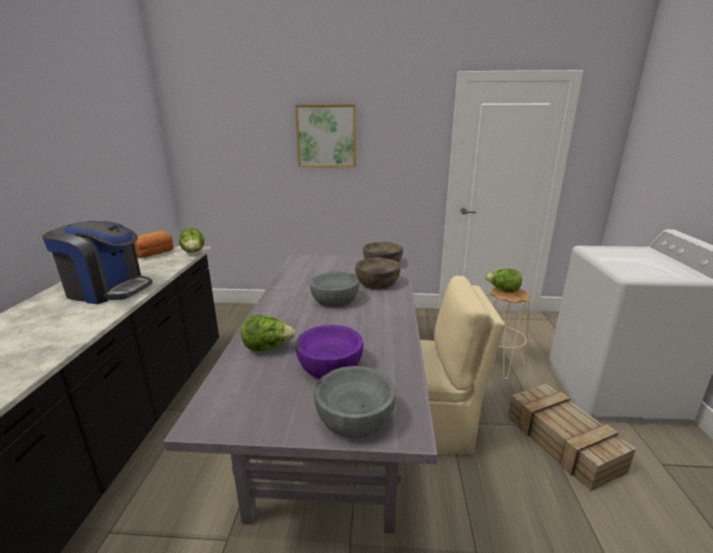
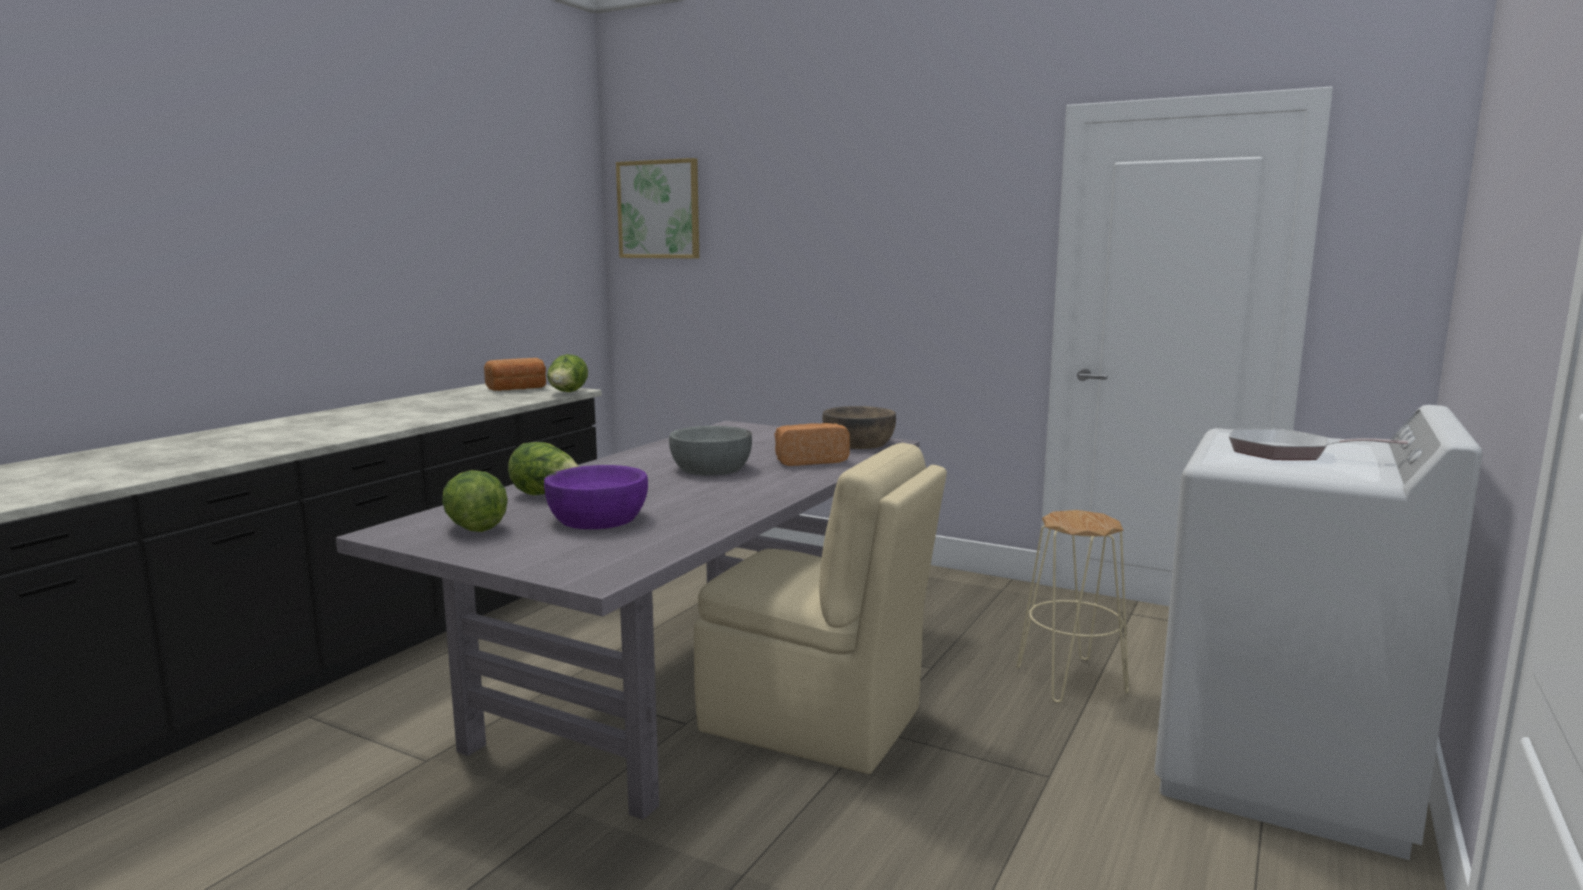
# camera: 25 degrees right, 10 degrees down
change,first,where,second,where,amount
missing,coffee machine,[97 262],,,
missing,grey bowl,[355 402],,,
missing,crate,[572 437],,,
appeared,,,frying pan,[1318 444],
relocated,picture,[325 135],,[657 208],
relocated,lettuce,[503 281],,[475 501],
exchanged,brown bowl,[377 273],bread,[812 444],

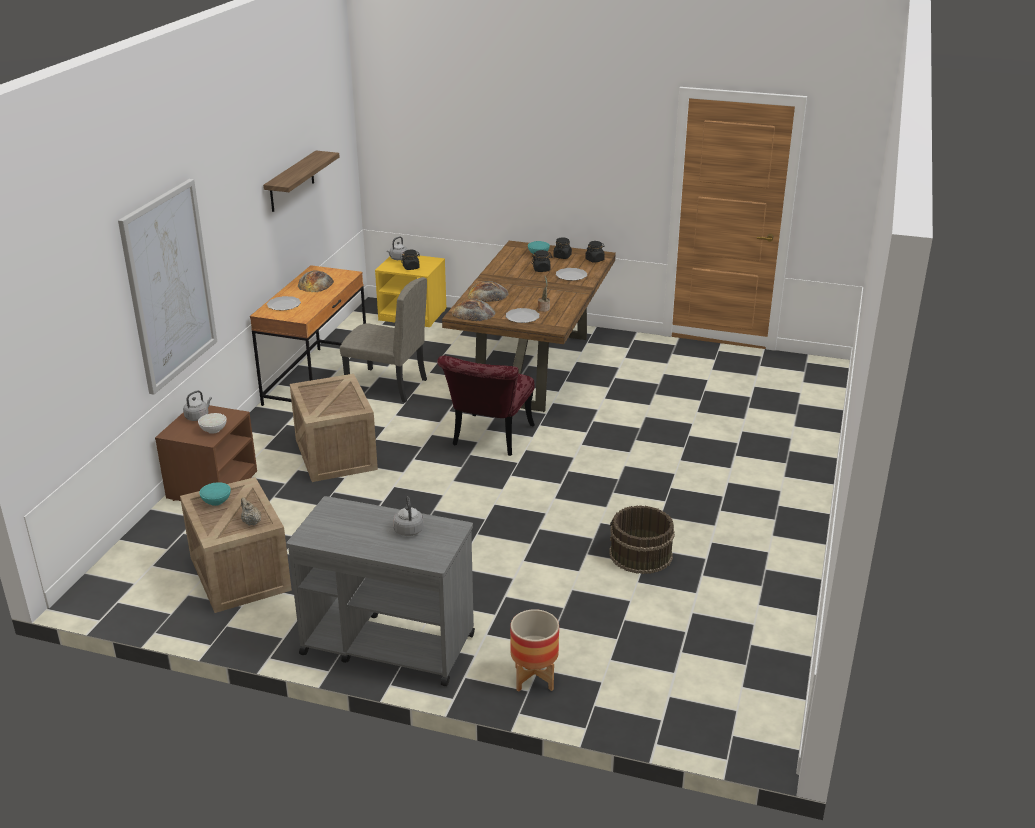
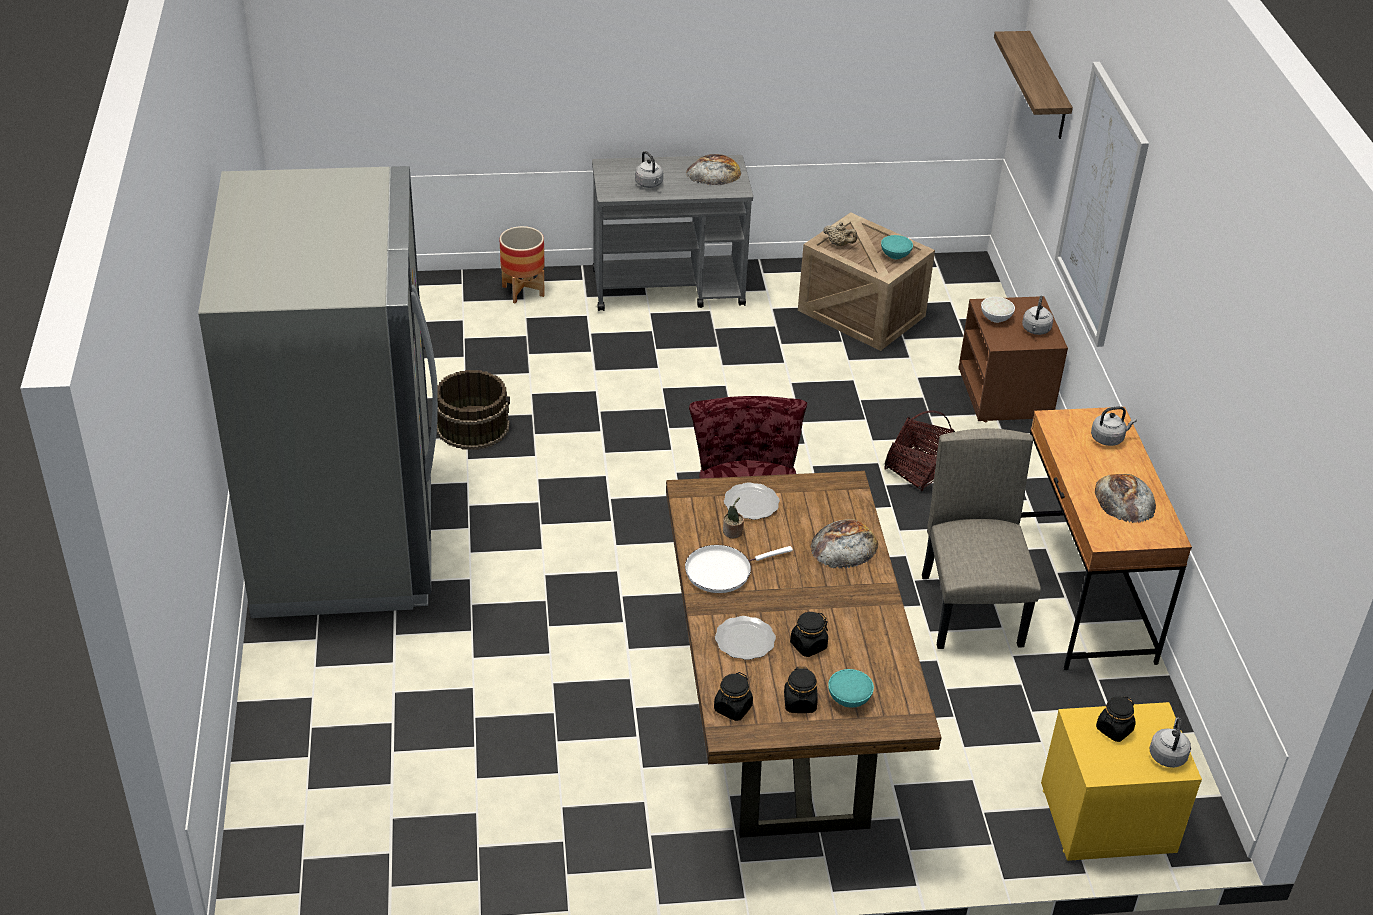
# camera: 155 degrees right, 10 degrees up
change,first,where,second,where,amount
appeared,,,grey fridge,[318 392],
appeared,,,white frying pan,[739 569],
relocated,shelf,[301 181],,[1033 85],
relocated,bread,[474 310],,[713 169],
exchanged,plate,[284 303],grey kettle,[1114 426],
exchanged,crate,[334 428],basket,[919 450],
spun,beige chair,[383 340],,[981 538],90 degrees clockwise

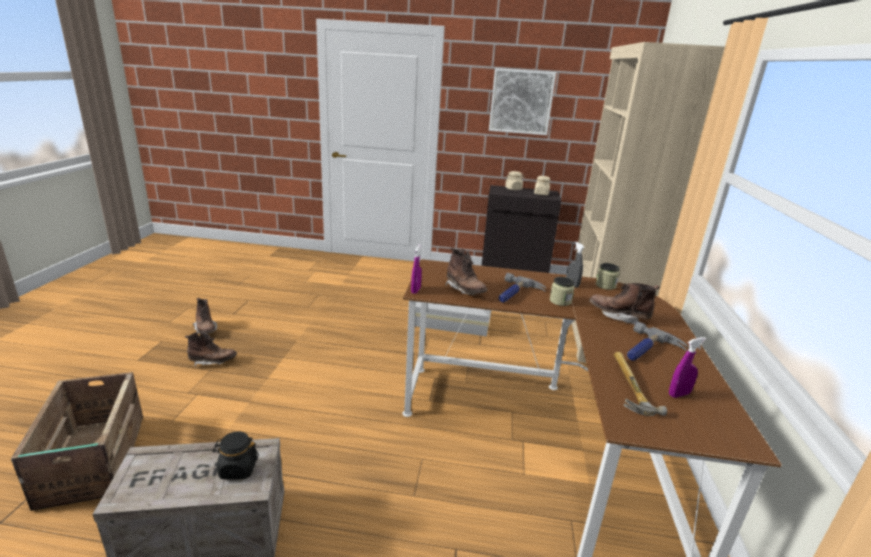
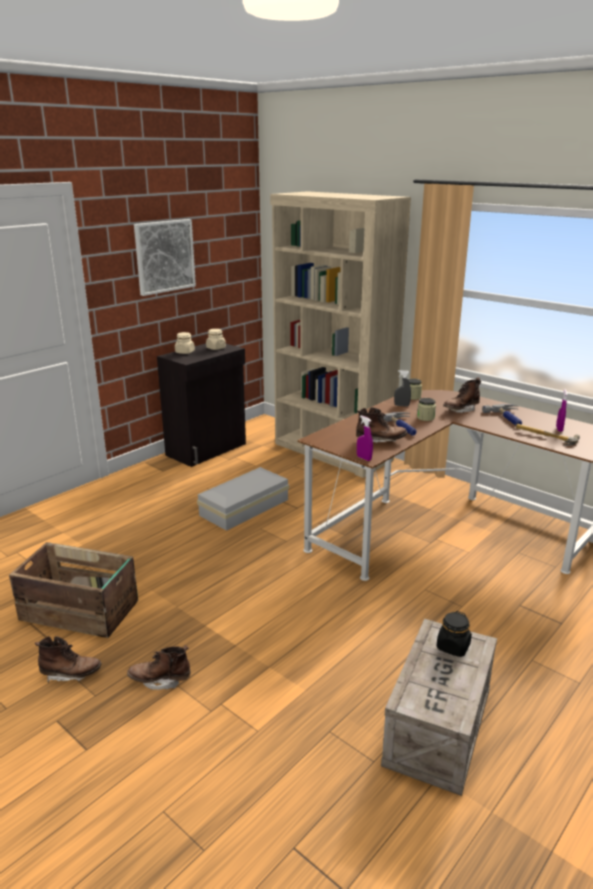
# camera: 55 degrees left, 0 degrees up
change,first,where,second,where,amount
relocated,crate,[77 441],,[73 590],
spun,brown boot,[211 349],,[159 667],120 degrees counterclockwise

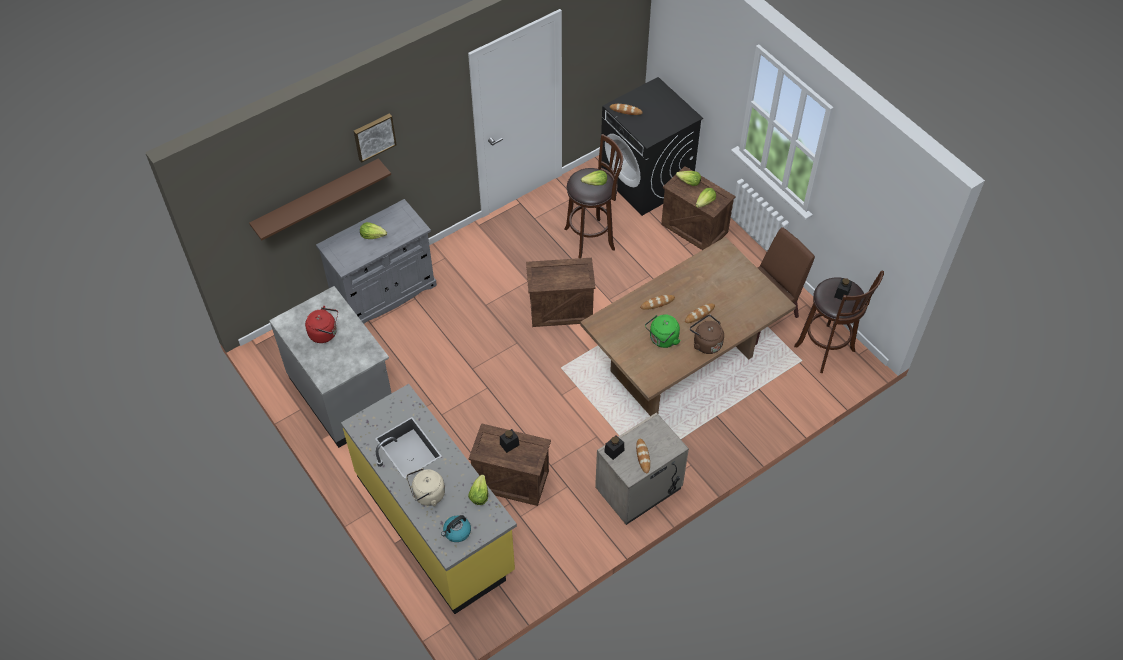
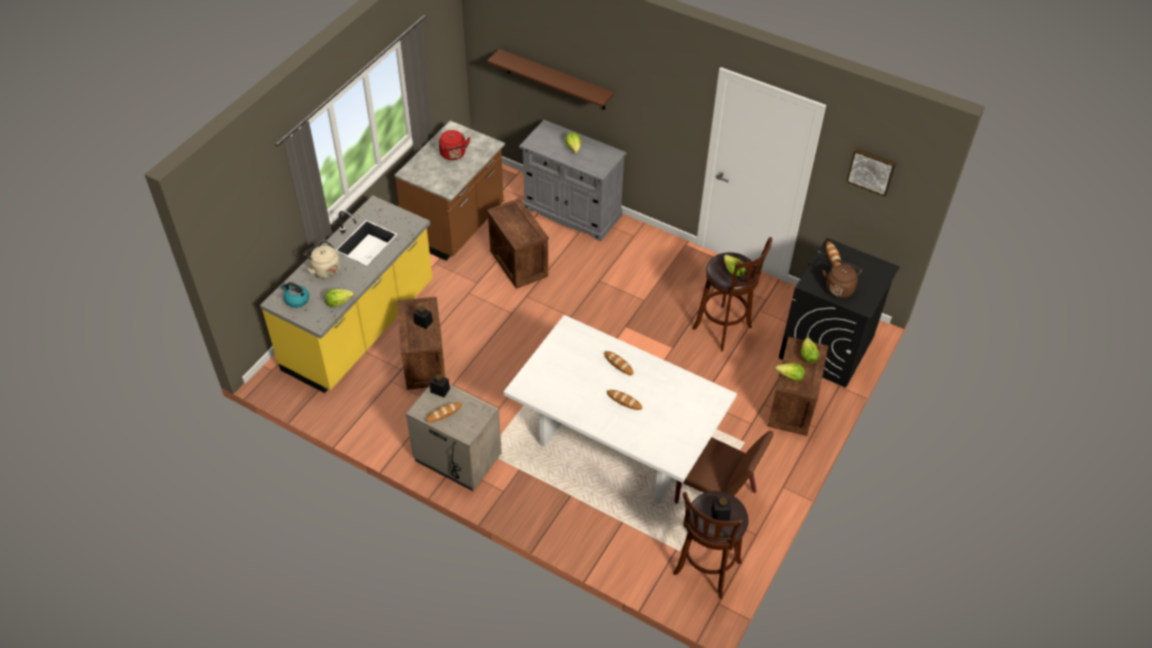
# camera: 65 degrees right, 5 degrees down
change,first,where,second,where,amount
missing,green kettle,[663 331],,,
relocated,picture,[375 138],,[871 172],
relocated,crate,[561 292],,[518 243],
relocated,brown kettle,[707 334],,[842 278],
colour,grey counter,[330 367],brown counter,[449 191],
colour,brown dining table,[688 326],white dining table,[620 410],

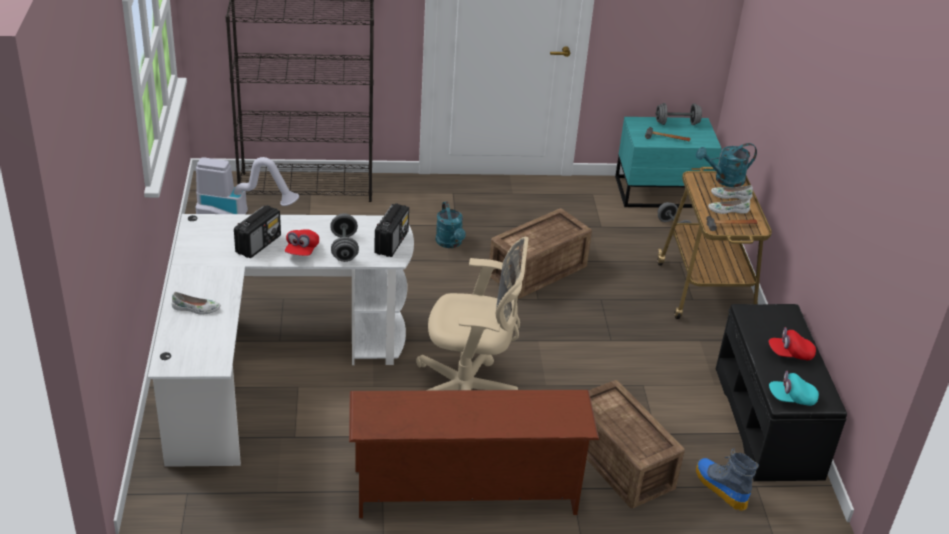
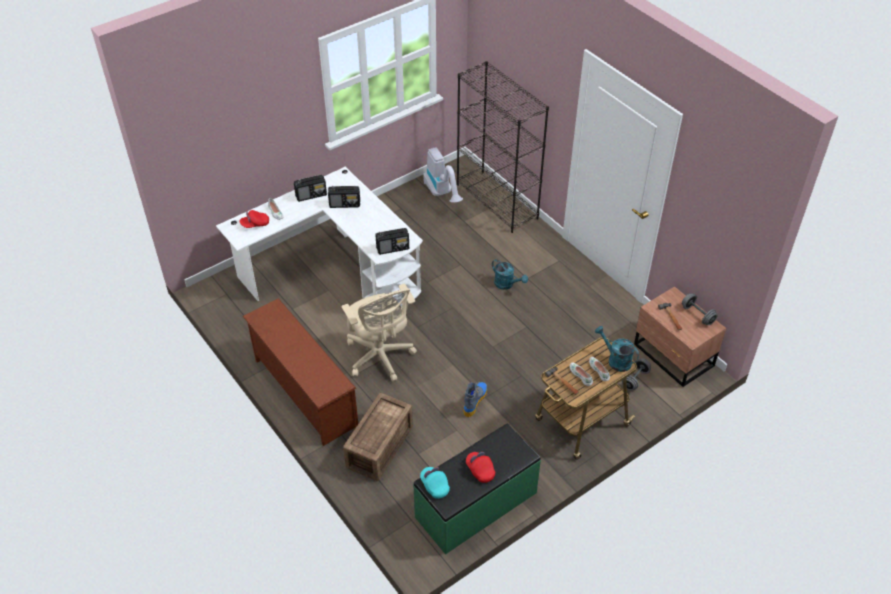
# camera: 60 degrees right, 10 degrees up
change,first,where,second,where,amount
missing,grey dumbbell,[344 237],,,
missing,crate,[540 253],,,
appeared,,,radio,[310 188],
relocated,red cap,[302 242],,[254 219],
relocated,boot,[727 479],,[475 399],
colour,turquoise nightstand,[668 162],brown nightstand,[680 336],
colour,black bench,[781 392],green bench,[477 488],
spun,turquoise watering can,[451 225],,[510 274],90 degrees counterclockwise

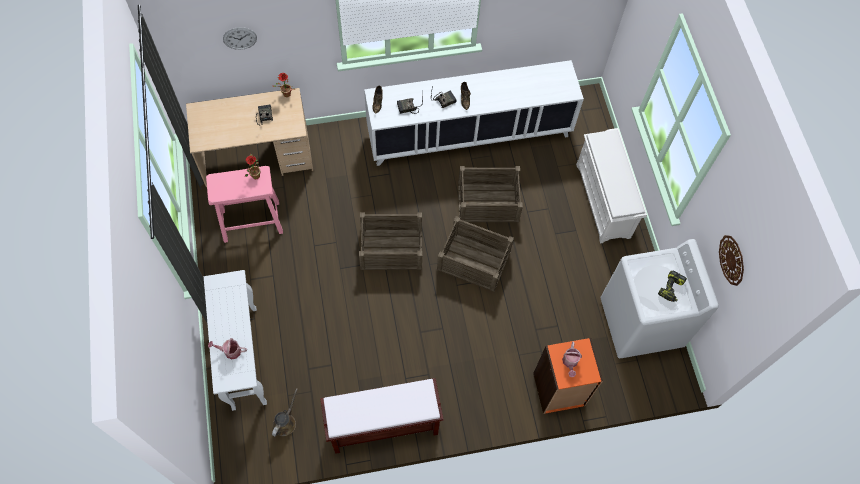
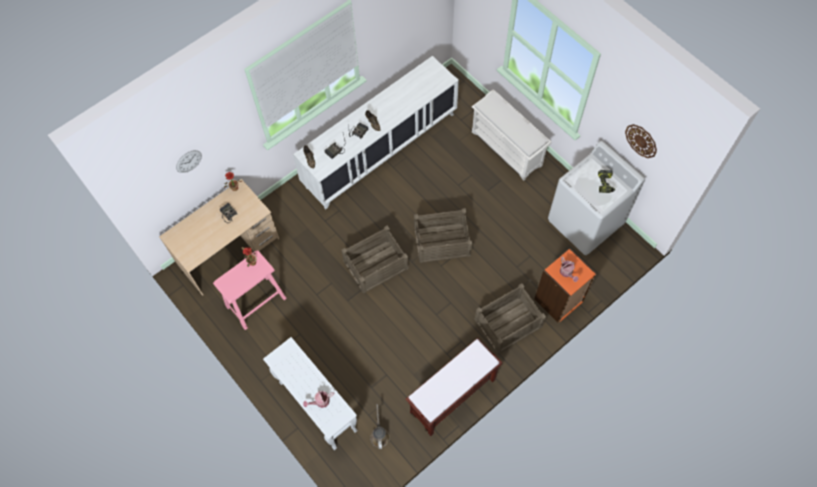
# camera: 25 degrees left, 0 degrees up
change,first,where,second,where,amount
relocated,crate,[490 194],,[510 318],

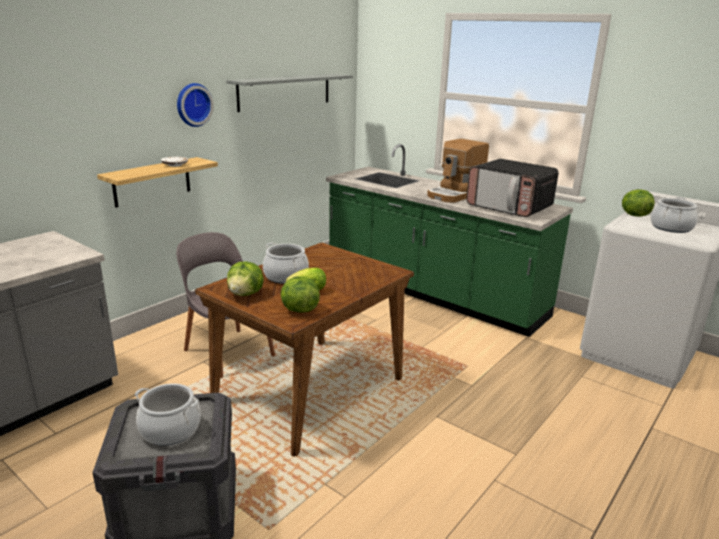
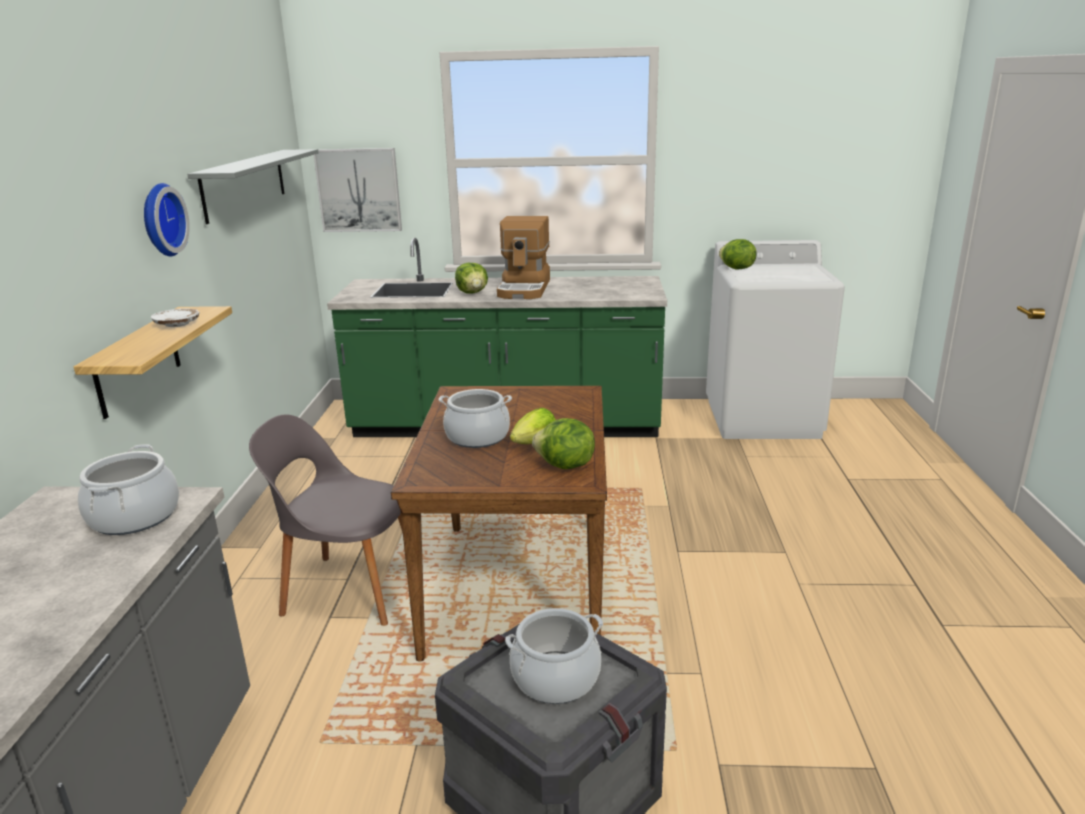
# camera: 35 degrees left, 0 degrees up
change,first,where,second,where,amount
missing,microwave,[513 188],,,
appeared,,,picture,[358 190],
relocated,lettuce,[245 279],,[471 278],
relocated,cooking pot,[674 215],,[128 489],

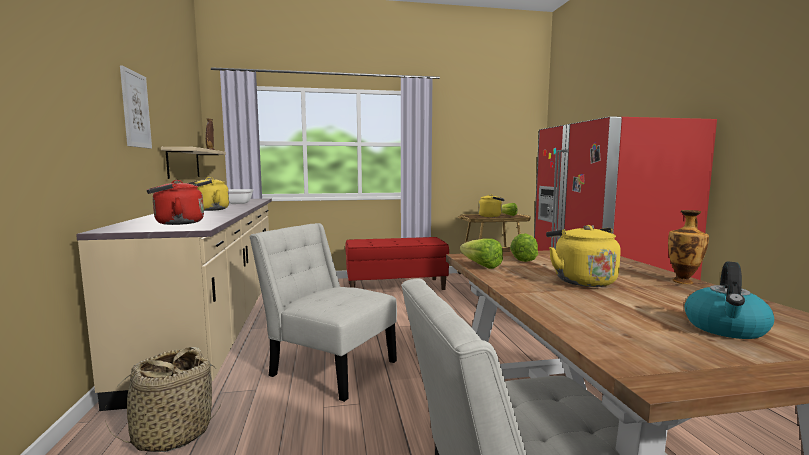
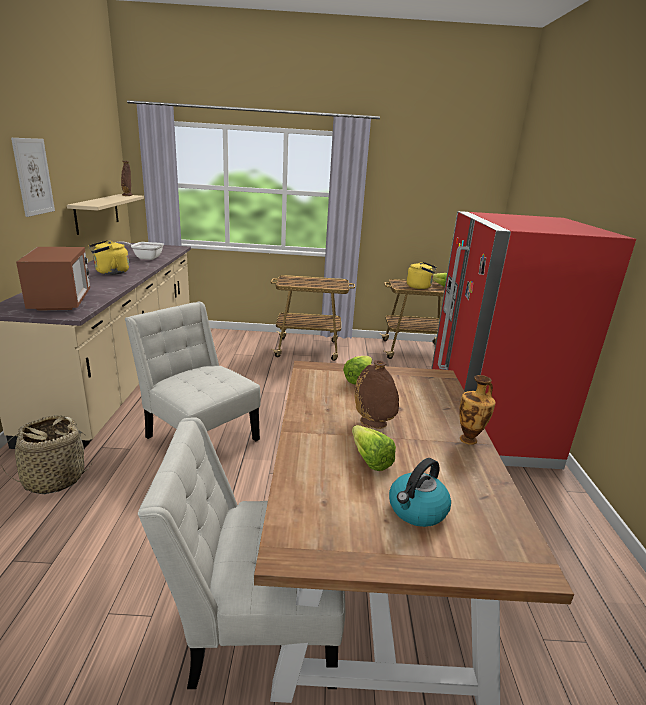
# camera: 10 degrees right, 15 degrees up
change,first,where,second,where,amount
relocated,lettuce,[481 253],,[374 448],
exchanged,red kettle,[175 202],microwave,[53 279],
exchanged,red bench,[397 263],cart,[313 318],
exchanged,yellow kettle,[583 256],brown vase,[376 394],

